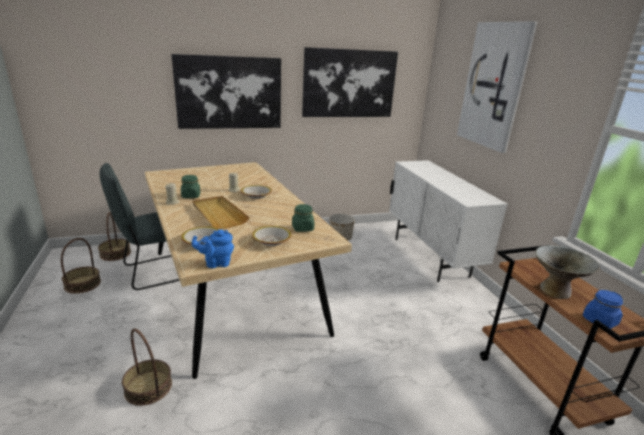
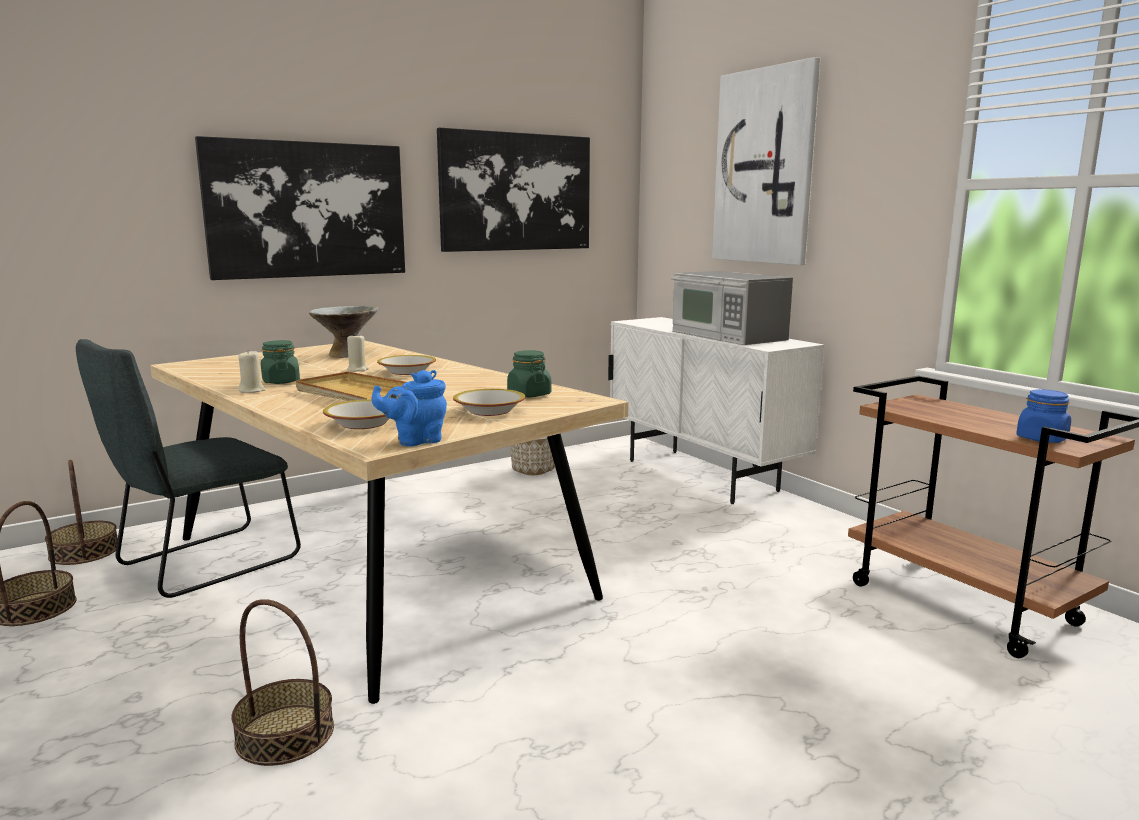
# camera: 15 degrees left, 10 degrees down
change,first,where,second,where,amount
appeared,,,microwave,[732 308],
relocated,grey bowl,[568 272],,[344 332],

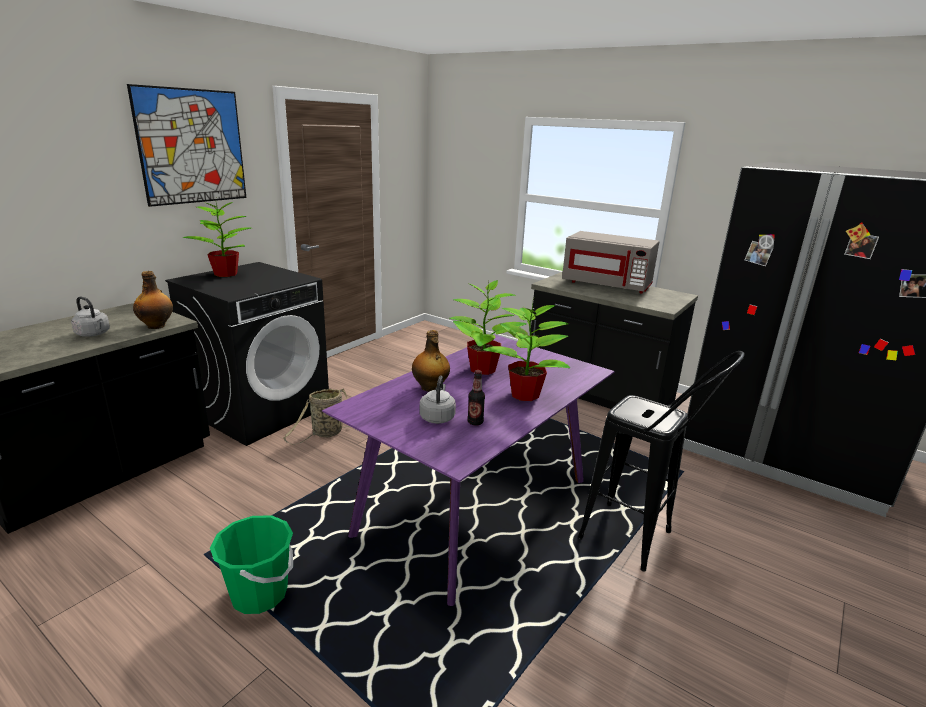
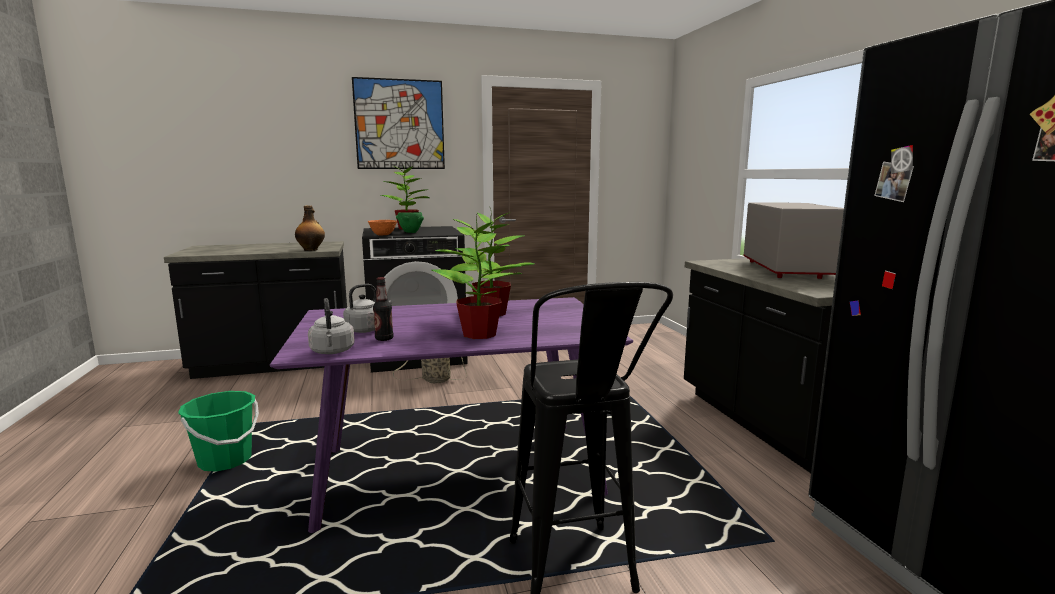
# camera: 40 degrees right, 10 degrees down
change,first,where,second,where,amount
missing,bottle,[431 361],,,
appeared,,,orange bowl,[382 227],
appeared,,,green bowl,[410 222],
relocated,grey kettle,[90 316],,[331 326],
spun,grey microwave,[610 262],,[793 240],150 degrees counterclockwise

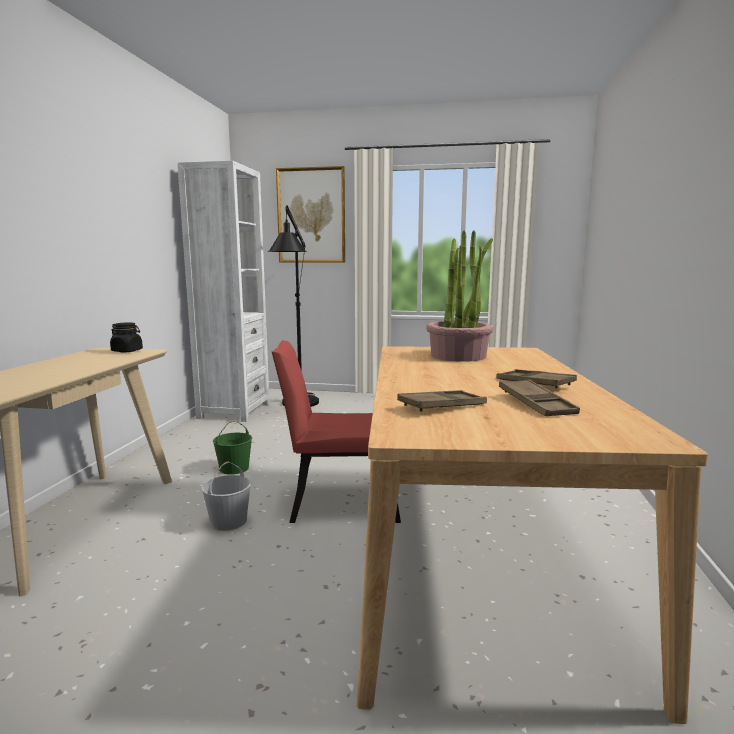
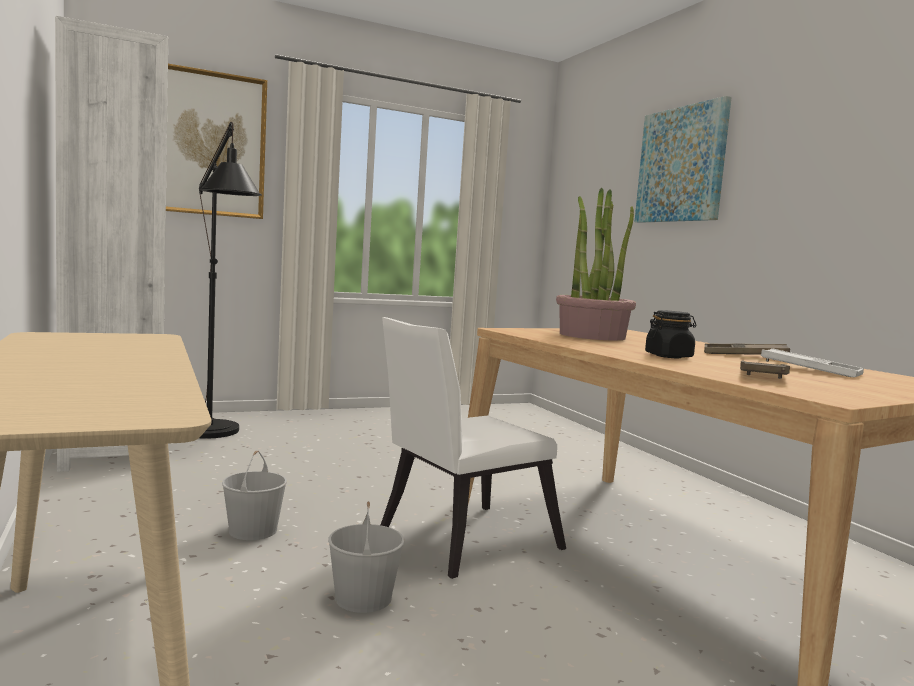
# camera: 35 degrees left, 5 degrees down
change,first,where,second,where,amount
appeared,,,picture,[683 159],
relocated,black jar,[126 337],,[670 334],
colour,green bucket,[232 447],white bucket,[254 495],
colour,red chair,[336 431],white chair,[473 448],
colour,brown tray,[539 397],white tray,[812 362],

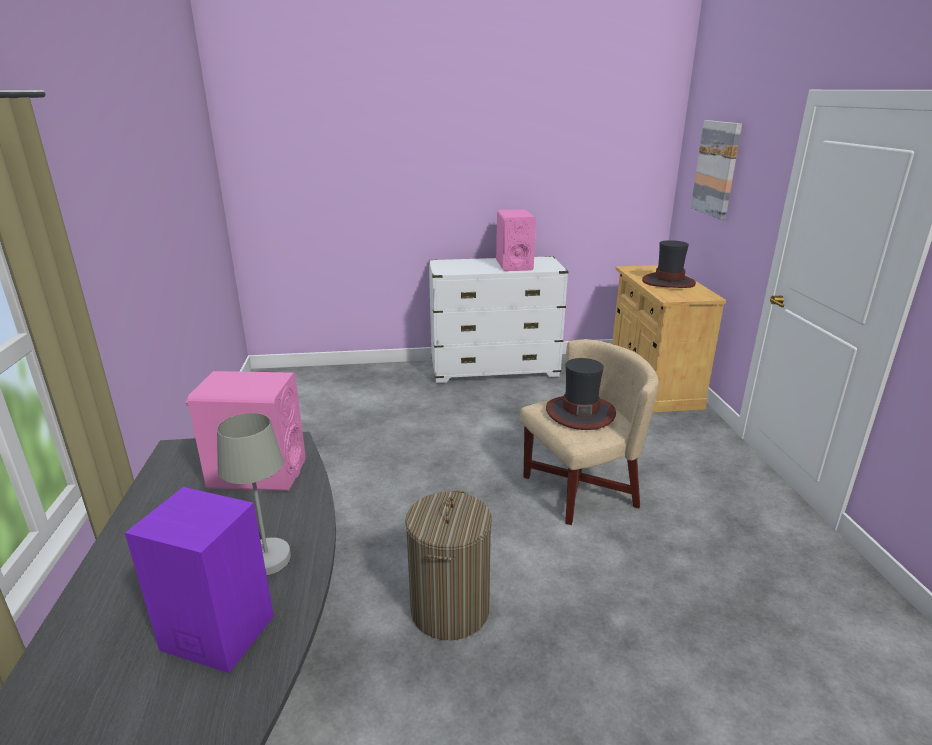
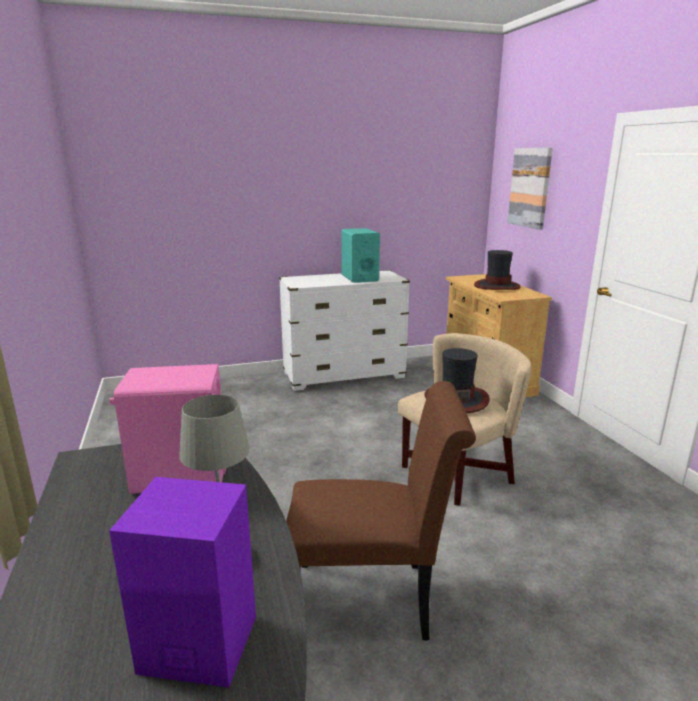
# camera: 10 degrees left, 5 degrees down
change,first,where,second,where,amount
exchanged,laundry basket,[448 565],brown chair,[381 511],
colour,pink speaker,[516 240],turquoise speaker,[360 255],

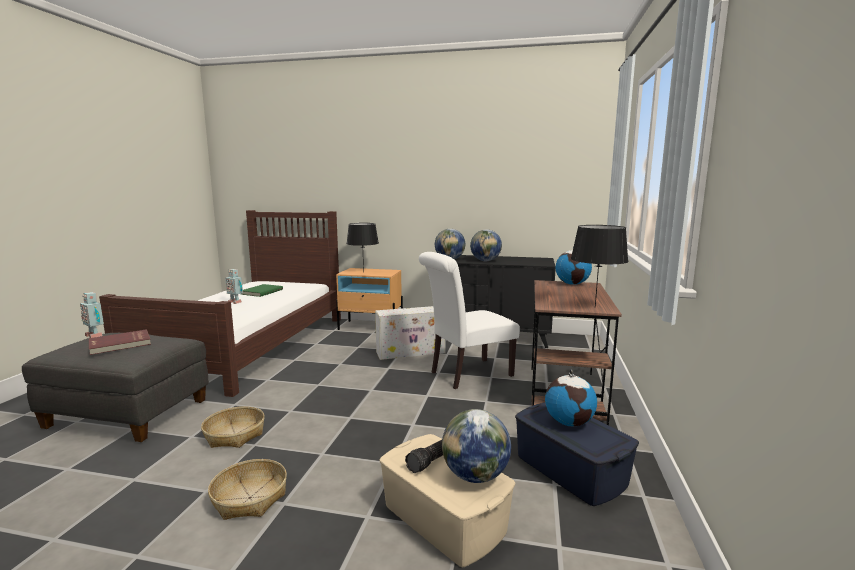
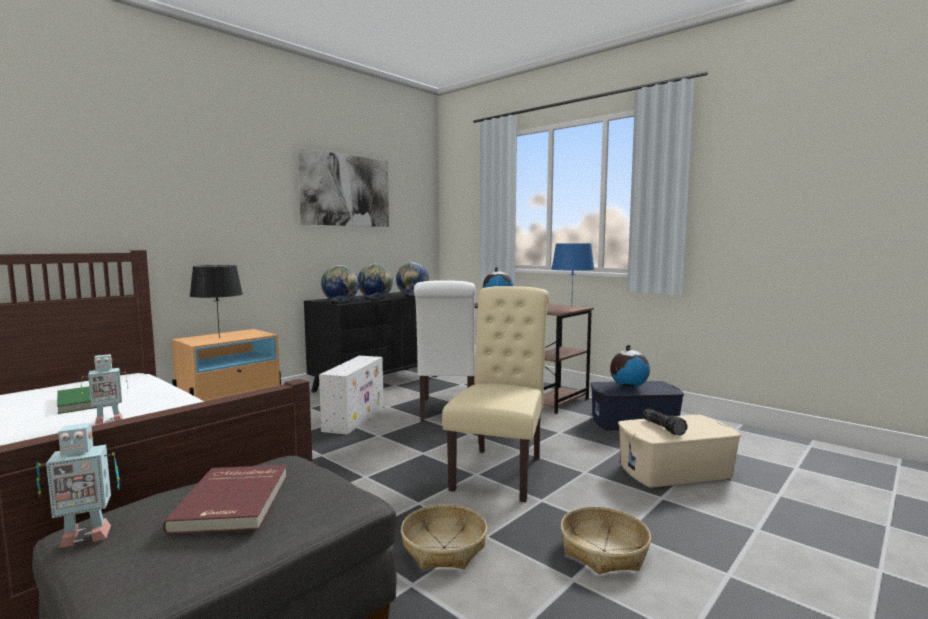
# camera: 60 degrees left, 5 degrees down
change,first,where,second,where,amount
appeared,,,picture,[343 187],
appeared,,,beige chair,[495 394],
relocated,globe,[476 446],,[412 279],
colour,black table lamp,[600 266],blue table lamp,[573 275],

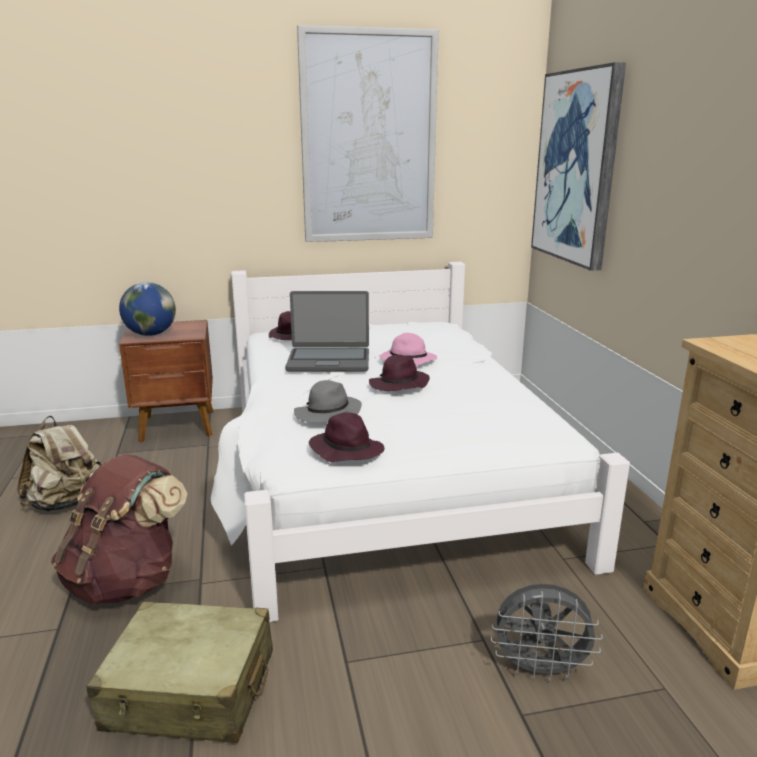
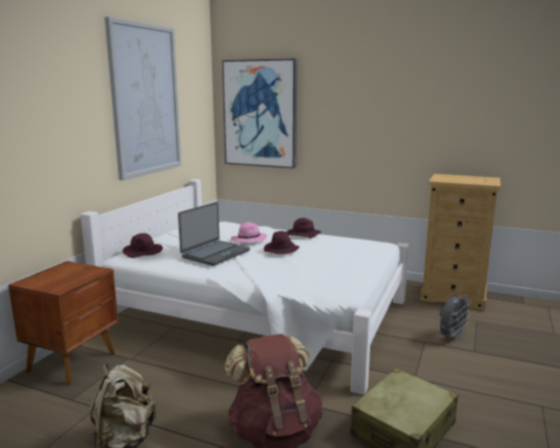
# camera: 55 degrees left, 5 degrees down
change,first,where,second,where,amount
missing,globe,[147 309],,,
missing,grey hat,[328 401],,,
relocated,purple hat,[346 437],,[304 228],

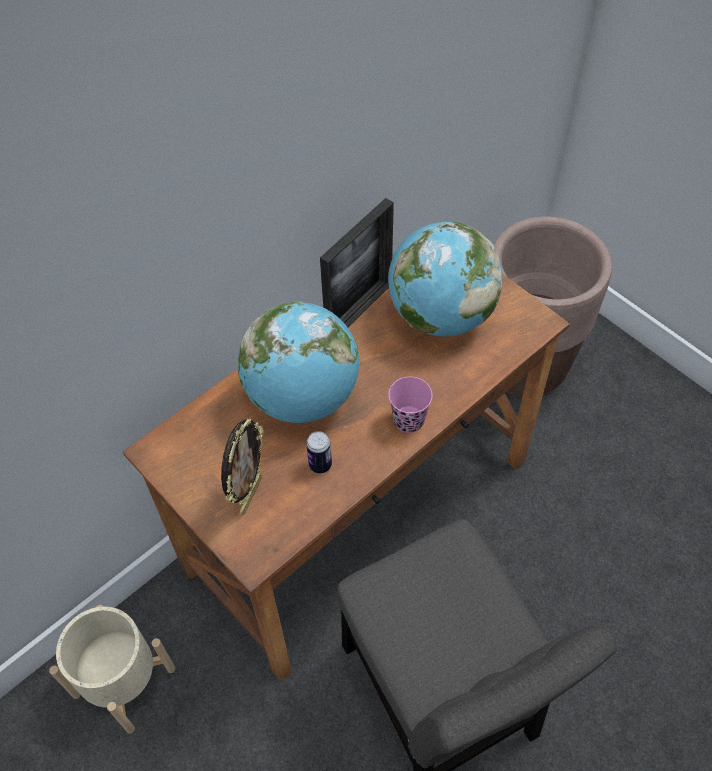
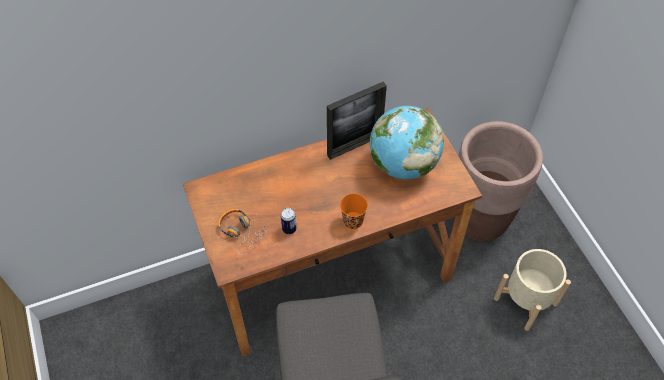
# camera: 20 degrees right, 0 degrees up
change,first,where,second,where,amount
missing,globe,[298 362],,,
relocated,beige planter,[112 669],,[532 290],
exchanged,picture frame,[242 467],headphones,[242 232],
colour,pink cup,[410 405],orange cup,[354 211],

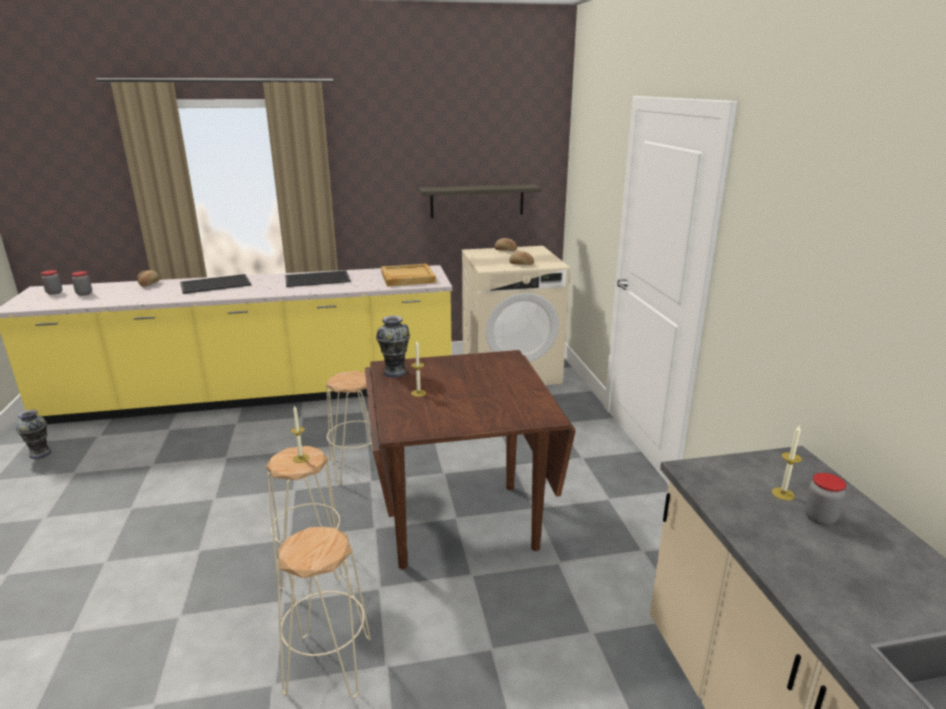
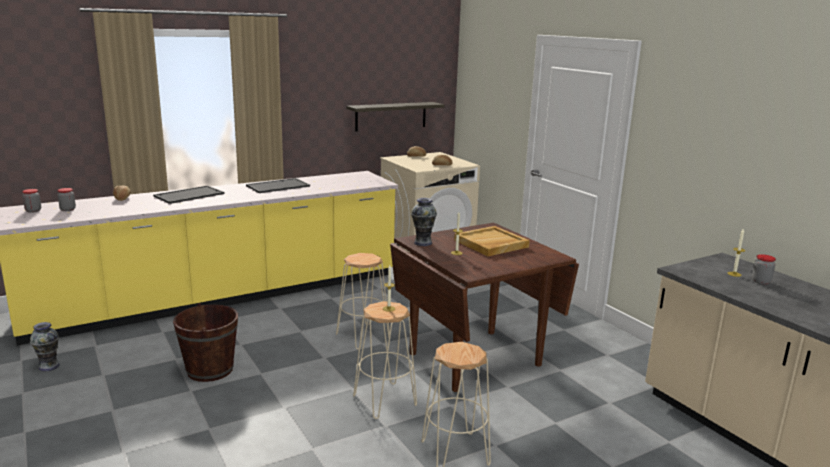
# camera: 20 degrees left, 5 degrees down
change,first,where,second,where,amount
appeared,,,brown bucket,[205 342],
relocated,beige tray,[408 275],,[492 241],

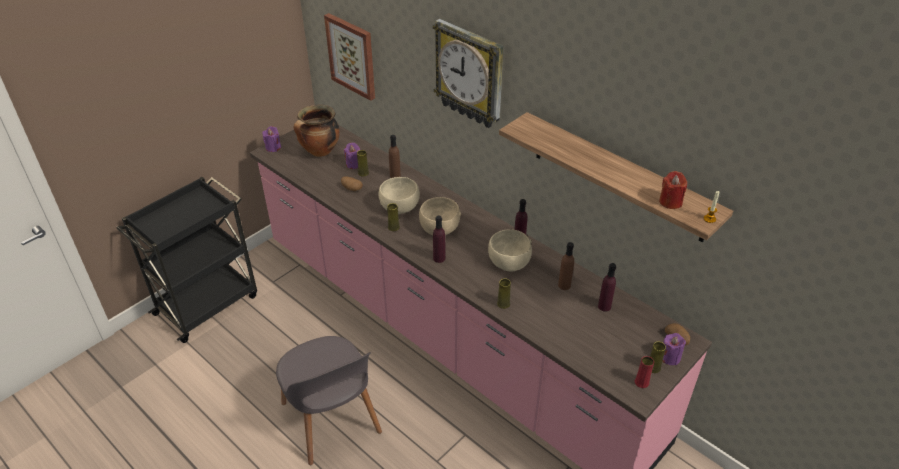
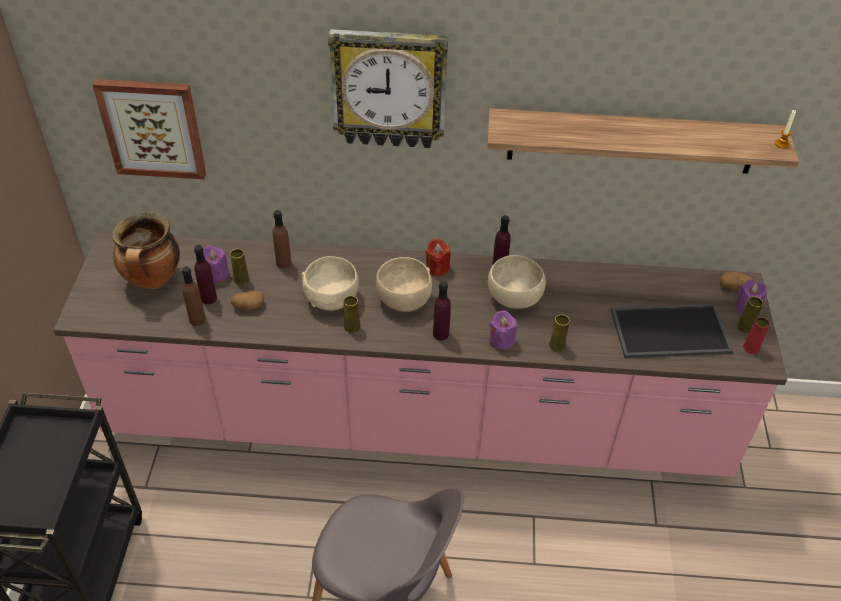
# camera: 40 degrees left, 5 degrees up
change,first,where,second,where,amount
appeared,,,tray,[672 331],
relocated,purple candle,[271 139],,[503 330],
relocated,brown bottle,[566 266],,[194 296],
relocated,purple bottle,[607 287],,[205 274],
relocated,red candle,[673 190],,[437 257],

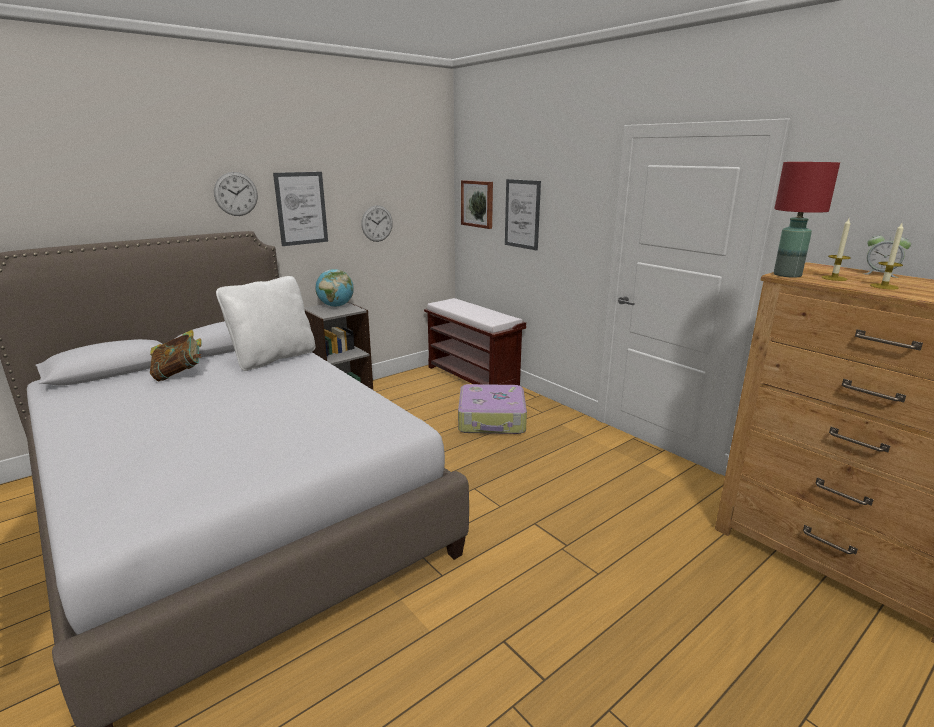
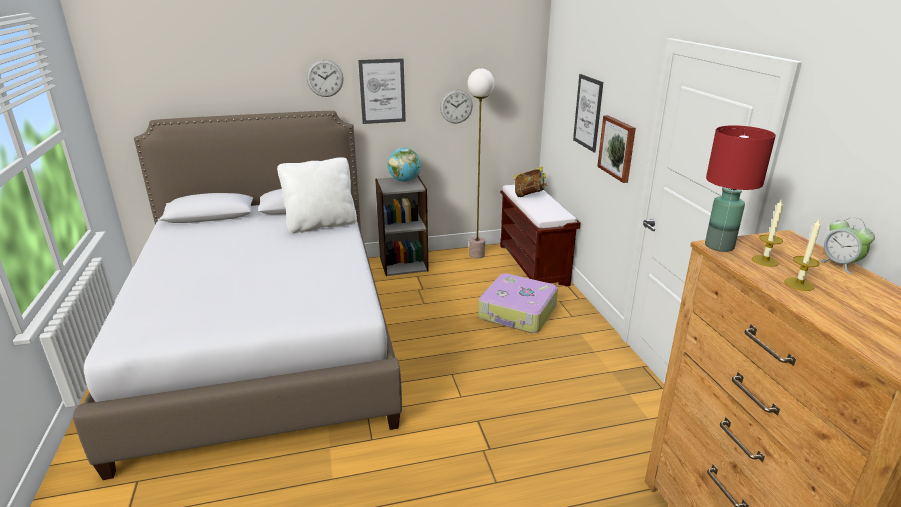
# camera: 25 degrees right, 5 degrees up
change,first,where,second,where,amount
appeared,,,floor lamp,[480 163],
relocated,book,[176 355],,[530 182],
relocated,picture,[477 204],,[616 149],

